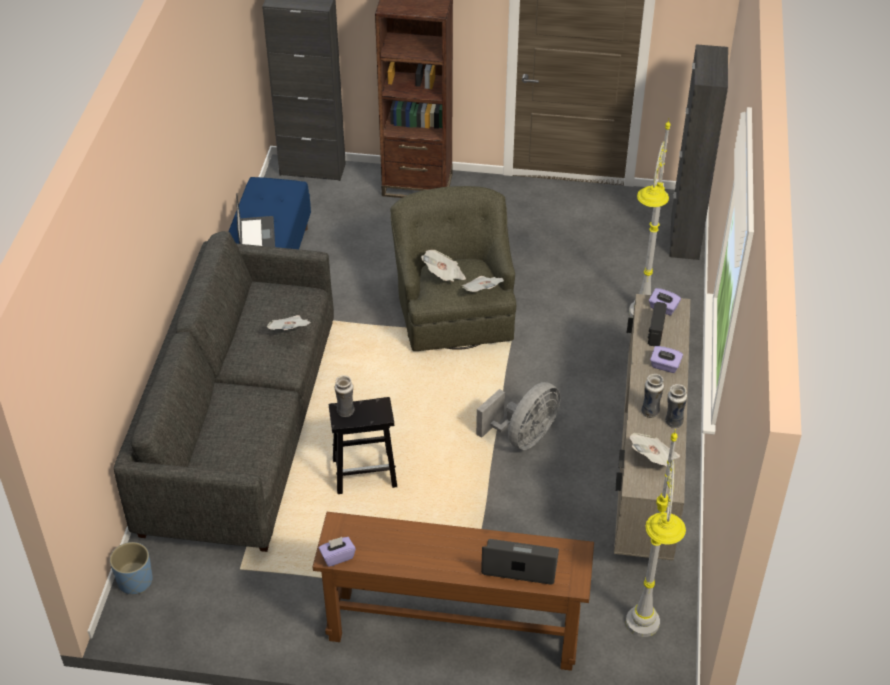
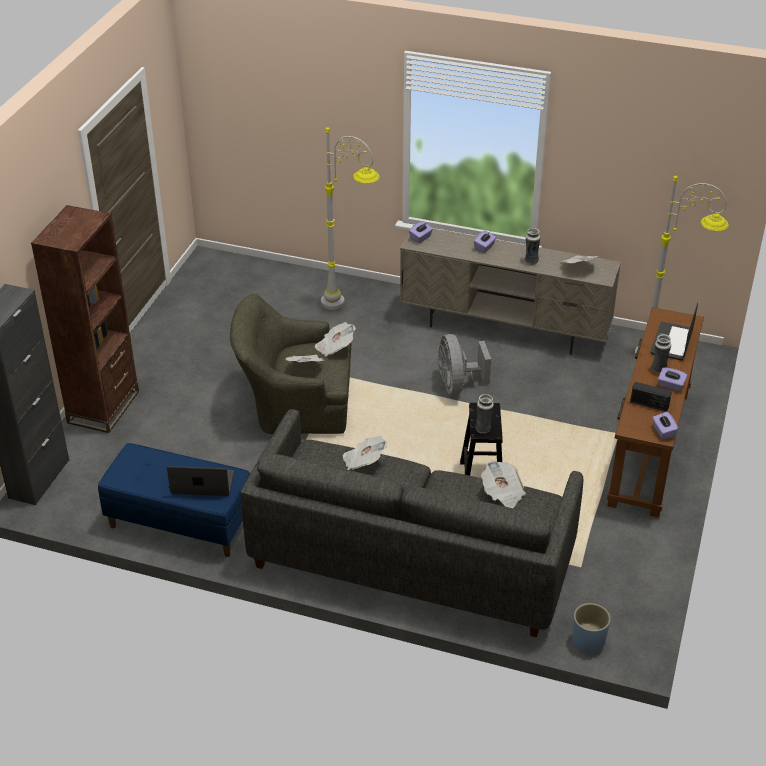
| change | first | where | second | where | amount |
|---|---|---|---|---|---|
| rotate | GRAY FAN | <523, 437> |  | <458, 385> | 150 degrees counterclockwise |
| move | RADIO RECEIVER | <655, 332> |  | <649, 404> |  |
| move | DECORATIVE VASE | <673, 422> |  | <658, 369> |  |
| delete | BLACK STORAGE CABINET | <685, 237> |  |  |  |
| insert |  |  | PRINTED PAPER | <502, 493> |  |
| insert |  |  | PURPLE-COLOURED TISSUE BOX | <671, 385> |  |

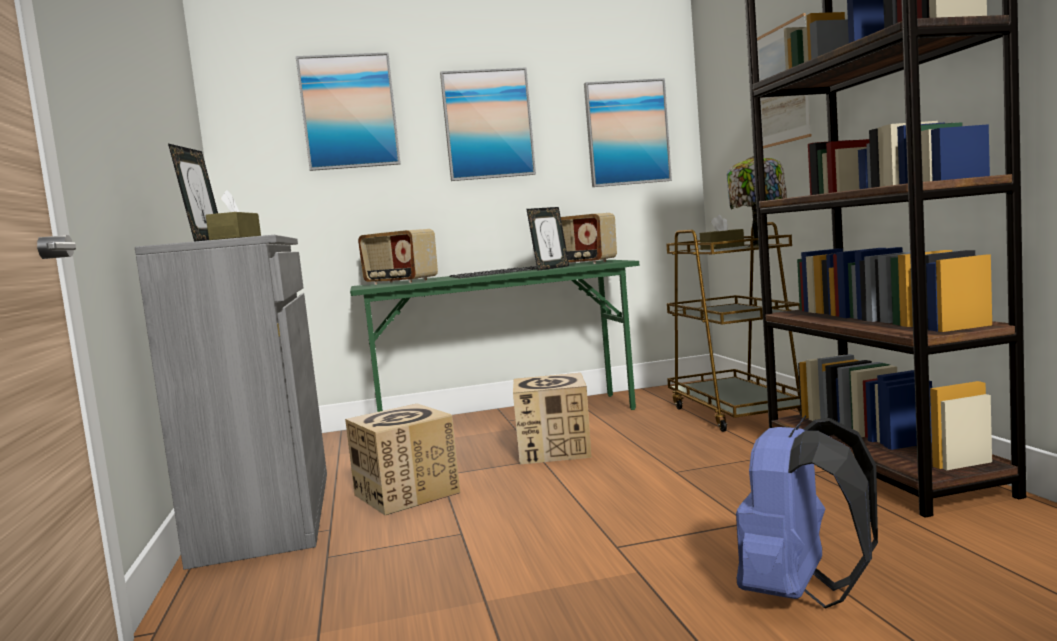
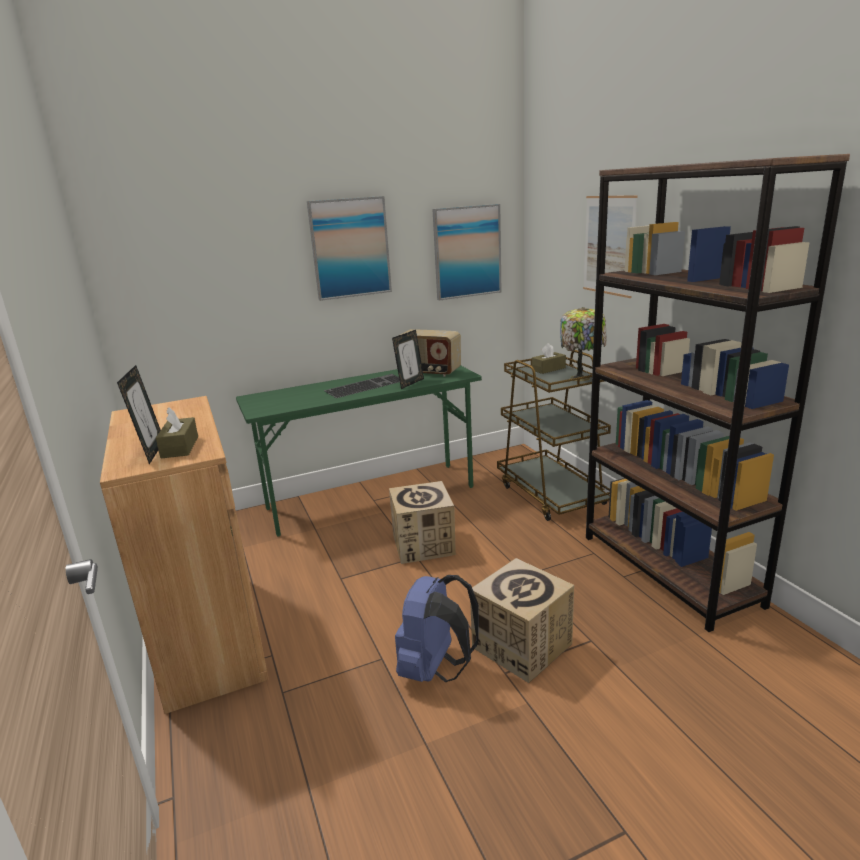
| change | first | where | second | where | amount |
|---|---|---|---|---|---|
| recolor | GRAY STORAGE CABINET | <266, 515> | BROWN STORAGE CABINET | <209, 636> |  |
| delete | PICTURE | <349, 112> |  |  |  |
| move | CARDBOARD BOX | <406, 494> |  | <522, 646> |  |
| delete | RADIO RECEIVER | <400, 282> |  |  |  |
| move | BLUE-COLOURED BACKPACK | <801, 594> |  | <436, 669> |  |

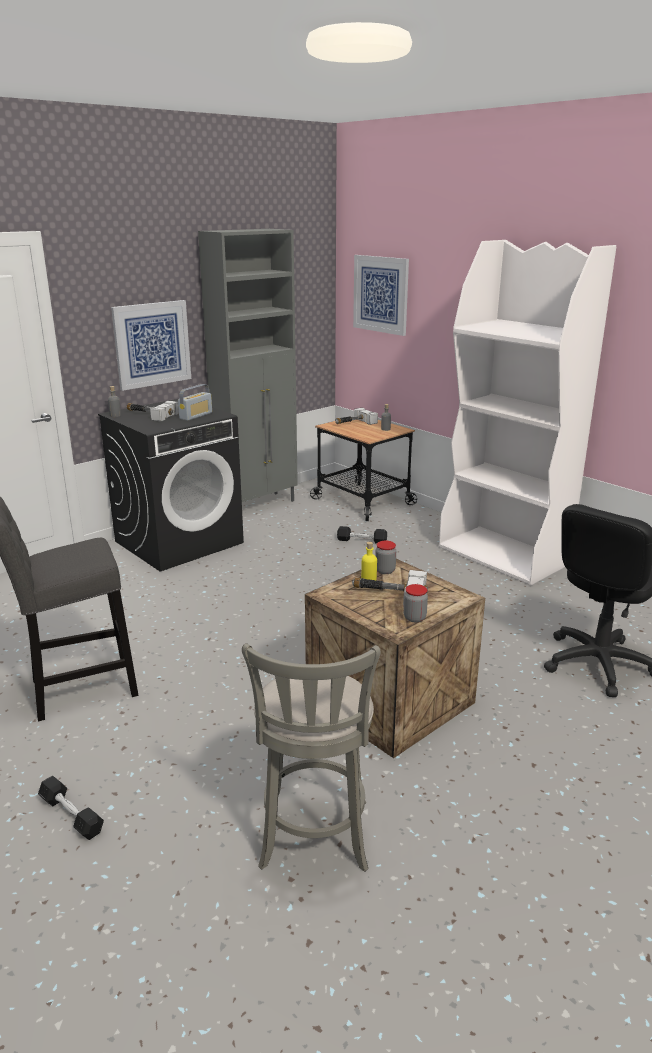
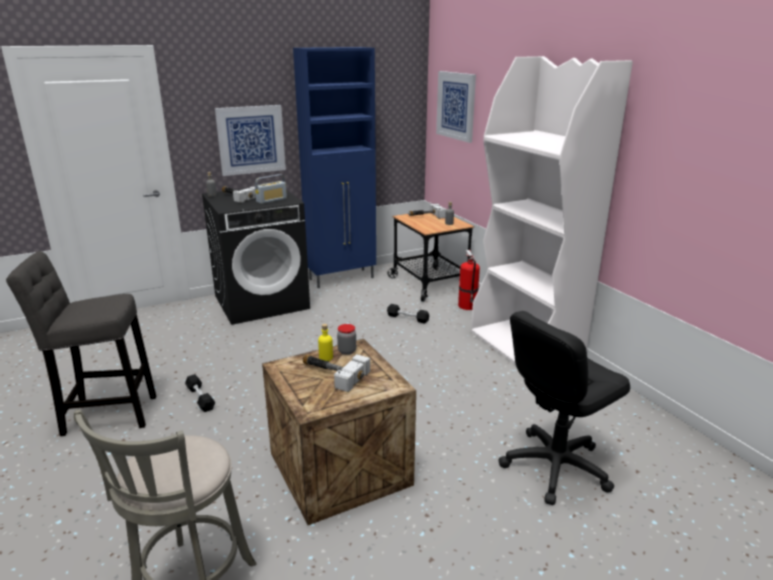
| change | first | where | second | where | amount |
|---|---|---|---|---|---|
| move | BLACK FREE WEIGHT | <71, 815> |  | <200, 398> |  |
| recolor | GRAY STORAGE CABINET | <258, 505> | BLUE-COLOURED STORAGE CABINET | <342, 278> |  |
| delete | PRESERVE JAR | <414, 618> |  |  |  |
| insert |  |  | FIRE-FIGHTING CYLINDER | <468, 306> |  |

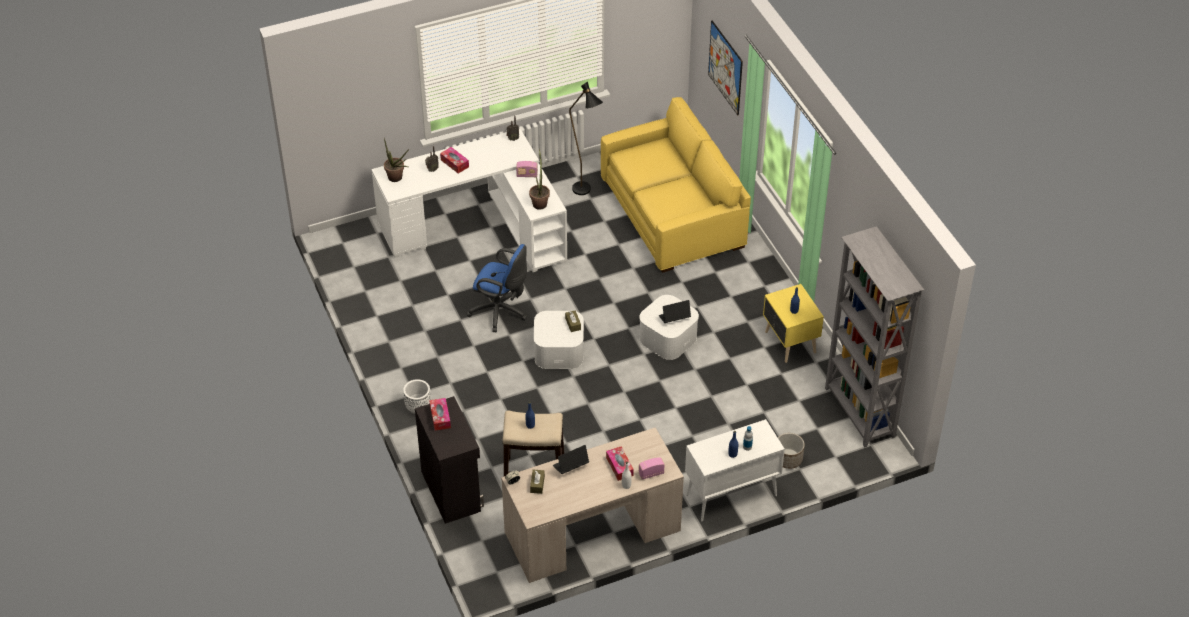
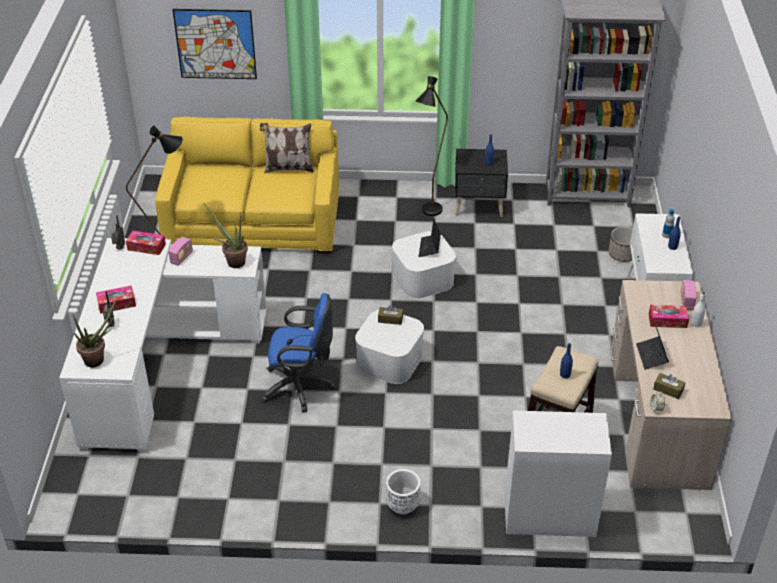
| change | first | where | second | where | amount |
|---|---|---|---|---|---|
| recolor | BLACK STORAGE CABINET | <452, 490> | WHITISH STORAGE CABINET | <548, 514> |  |
| move | TISSUE BOX | <440, 417> |  | <146, 247> |  |
| rotate | BLUE-COLOURED COMPUTER CHAIR | <501, 312> |  | <301, 387> | 45 degrees clockwise |
| recolor | YELLOWISH NIGHT TABLE | <789, 343> | BLACK NIGHT TABLE | <479, 206> |  |
| insert |  |  | CUSHION | <288, 168> |  |
| insert |  |  | BLACK FLOOR LAMP | <429, 214> |  |

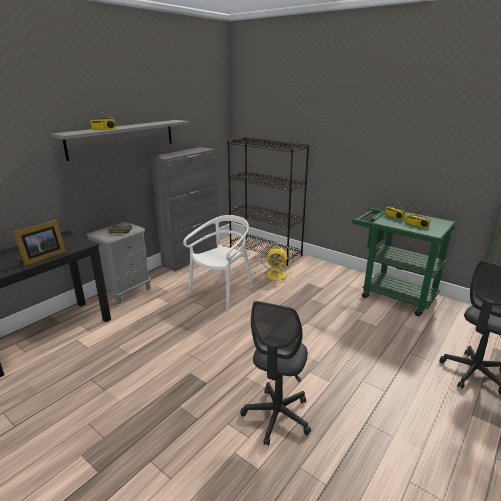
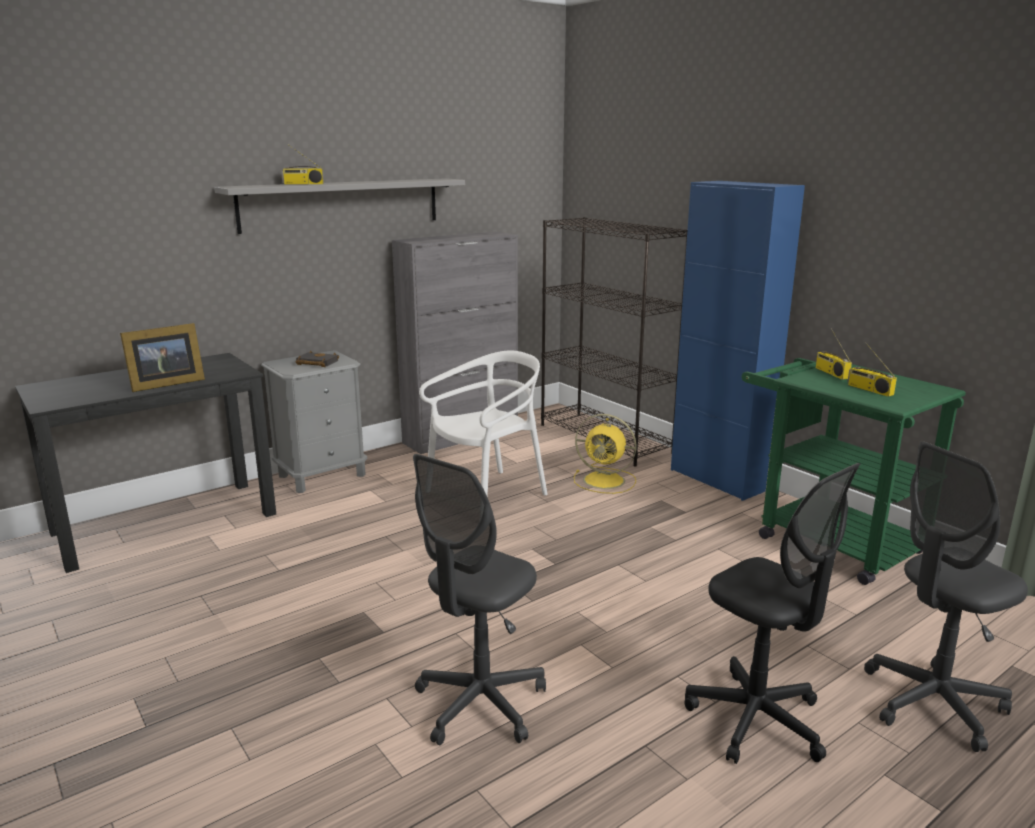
| change | first | where | second | where | amount |
|---|---|---|---|---|---|
| insert |  |  | BLUE-COLOURED STORAGE CABINET | <718, 479> |  |
| insert |  |  | BLACK COMPUTER CHAIR | <756, 720> |  |

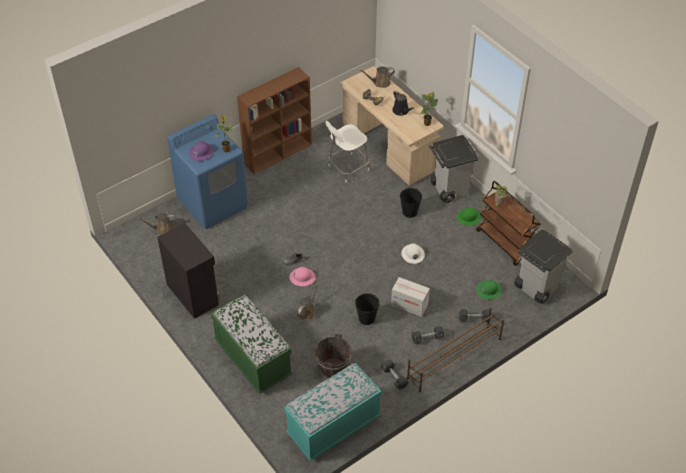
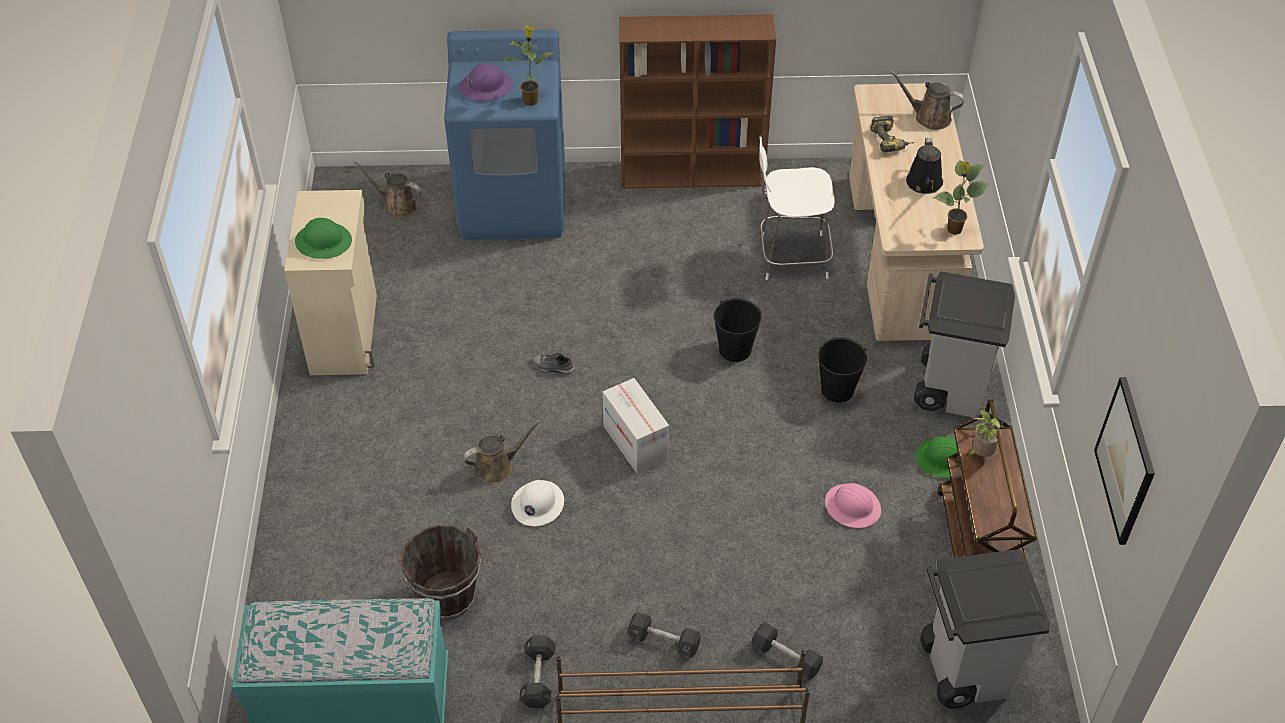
| change | first | where | second | where | amount |
|---|---|---|---|---|---|
| recolor | BLACK STORAGE CABINET | <193, 294> | BEIGE-COLOURED STORAGE CABINET | <346, 333> |  |
| delete | GREENISH LONG SEAT | <253, 359> |  |  |  |
| move | PINKISH SAFETY HELMET | <302, 277> |  | <852, 506> |  |
| move | BLACK PAIL | <366, 318> |  | <735, 349> |  |
| move | CARDBOARD BOX | <409, 304> |  | <635, 442> |  |
| move | WHITISH SAFETY HELMET | <412, 254> |  | <537, 504> |  |
| move | GREENISH SAFETY HELMET | <488, 290> |  | <323, 241> |  |
| insert |  |  | PICTURE | <1126, 461> |  |

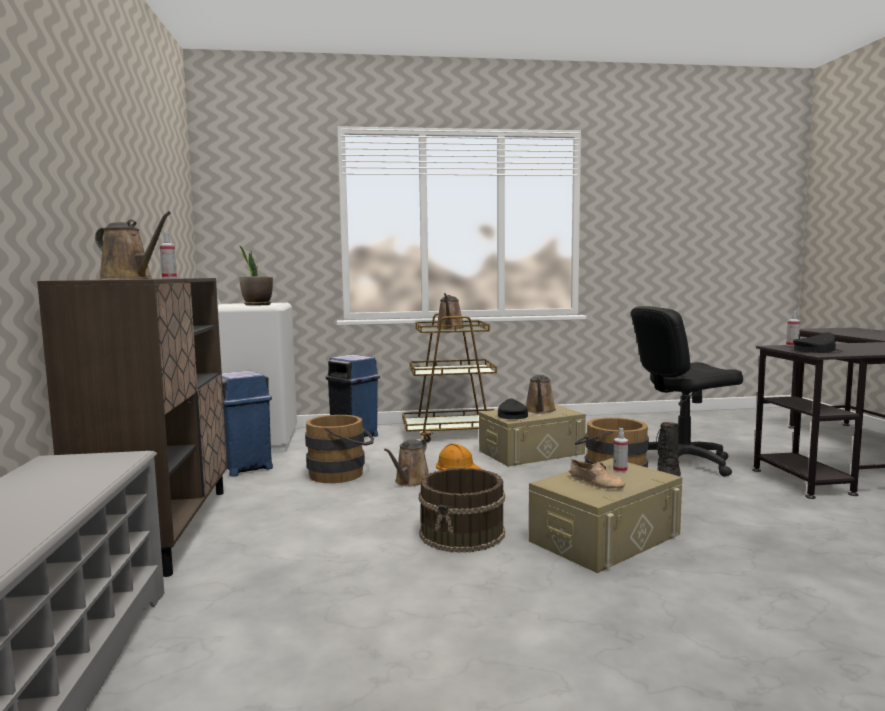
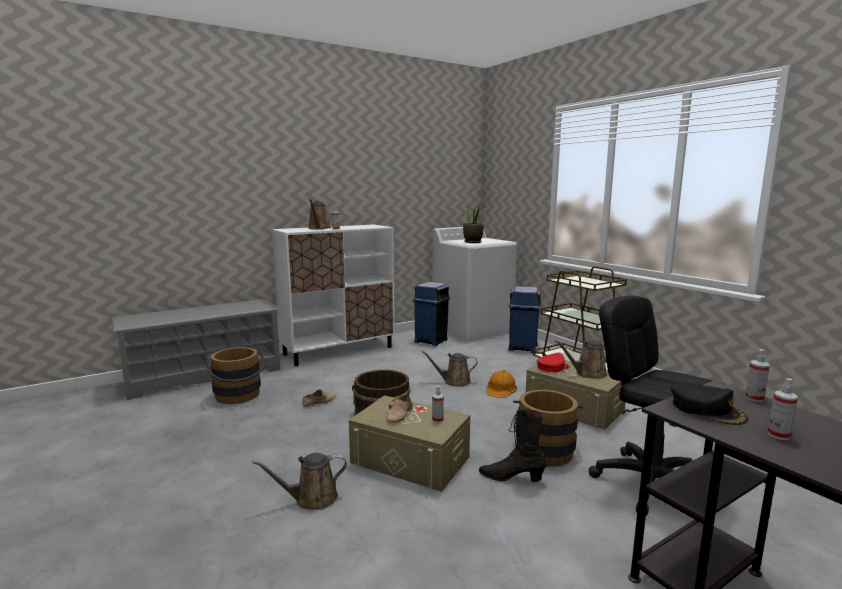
| change | first | where | second | where | amount |
|---|---|---|---|---|---|
| recolor | BROWN STORAGE CABINET | <162, 529> | WHITISH STORAGE CABINET | <339, 351> |  |
| move | BROWN PAIL | <342, 474> |  | <238, 396> |  |
| move | BROWN WATERING POT | <449, 328> |  | <312, 499> |  |
| recolor | BLACK CAP | <511, 415> | RED-COLOURED CAP | <552, 367> |  |
| insert |  |  | BEIGE-COLOURED ITEM OF FOOTWEAR | <318, 402> |  |
| insert |  |  | SPRAY BOTTLE | <778, 435> |  |

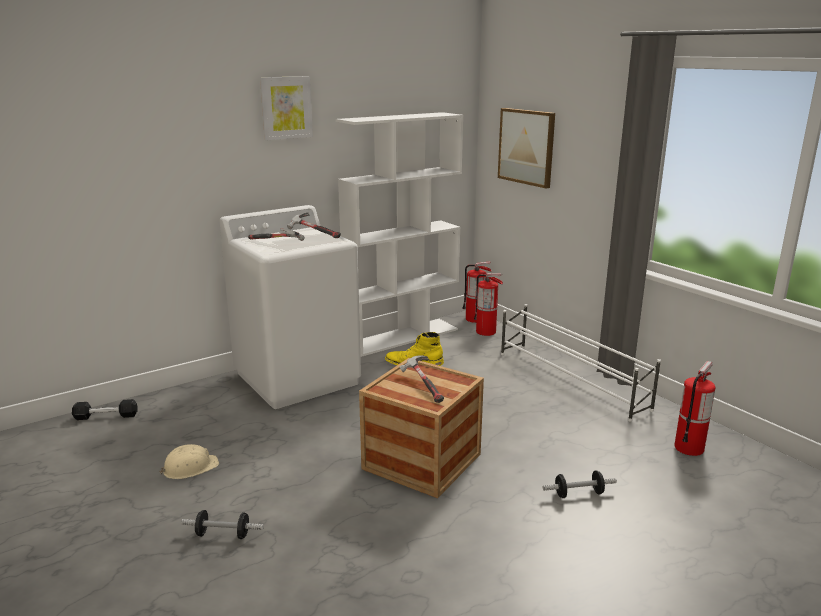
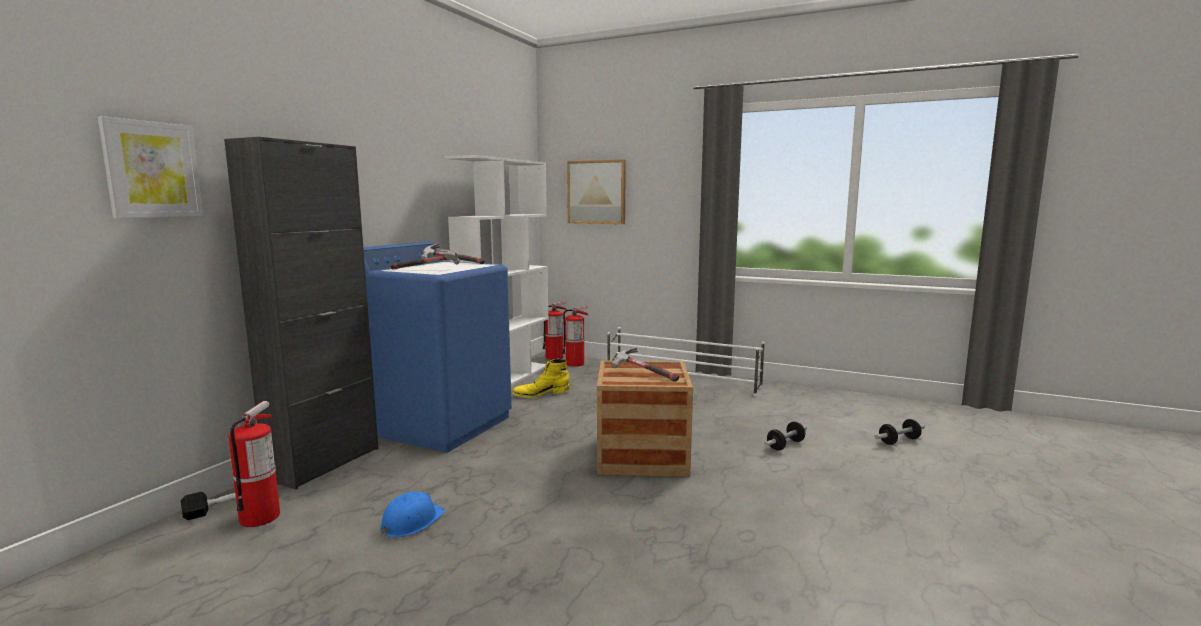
| change | first | where | second | where | amount |
|---|---|---|---|---|---|
| recolor | BEIGE-COLOURED SAFETY HELMET | <190, 468> | BLUE-COLOURED SAFETY HELMET | <411, 522> |  |
| move | FREE WEIGHT | <223, 534> |  | <899, 441> |  |
| recolor | WHITISH LAUNDRY MACHINE | <298, 378> | BLUE-COLOURED LAUNDRY MACHINE | <440, 424> |  |
| move | PICTURE | <286, 108> |  | <152, 170> |  |
| move | FIRE-FIGHTING CYLINDER | <689, 448> |  | <260, 517> |  |
| insert |  |  | BLACK STORAGE CABINET | <324, 463> |  |

